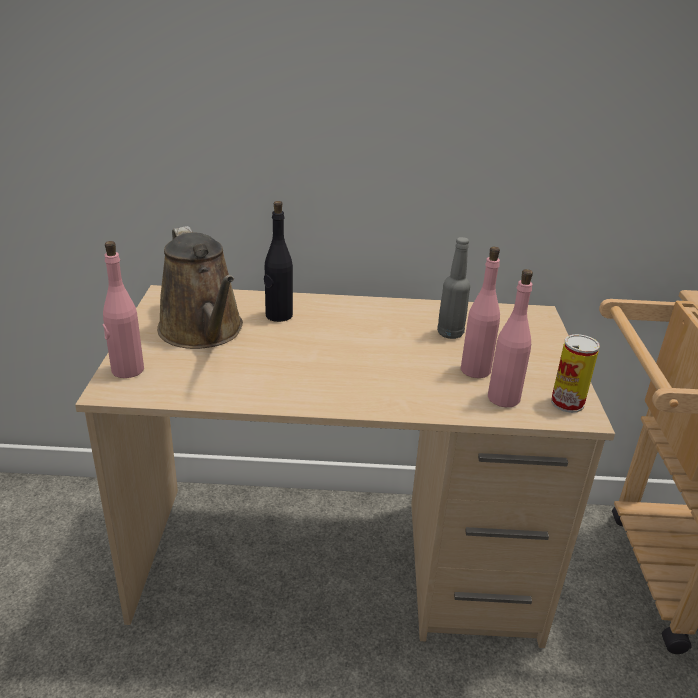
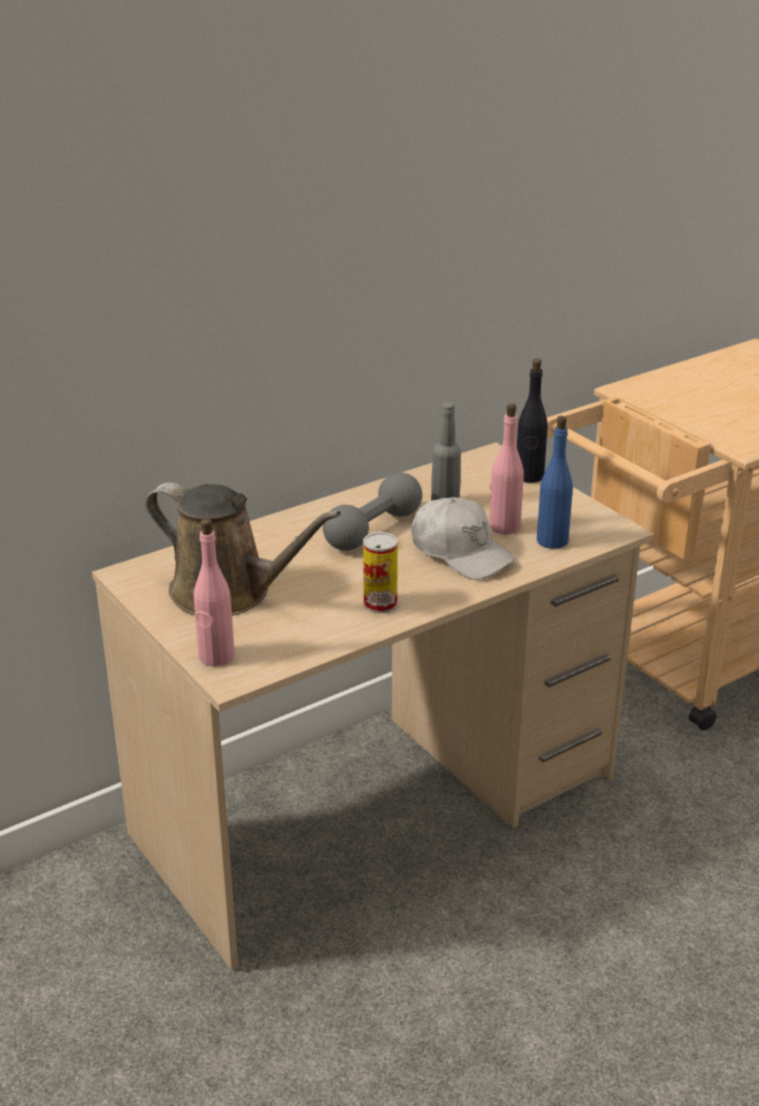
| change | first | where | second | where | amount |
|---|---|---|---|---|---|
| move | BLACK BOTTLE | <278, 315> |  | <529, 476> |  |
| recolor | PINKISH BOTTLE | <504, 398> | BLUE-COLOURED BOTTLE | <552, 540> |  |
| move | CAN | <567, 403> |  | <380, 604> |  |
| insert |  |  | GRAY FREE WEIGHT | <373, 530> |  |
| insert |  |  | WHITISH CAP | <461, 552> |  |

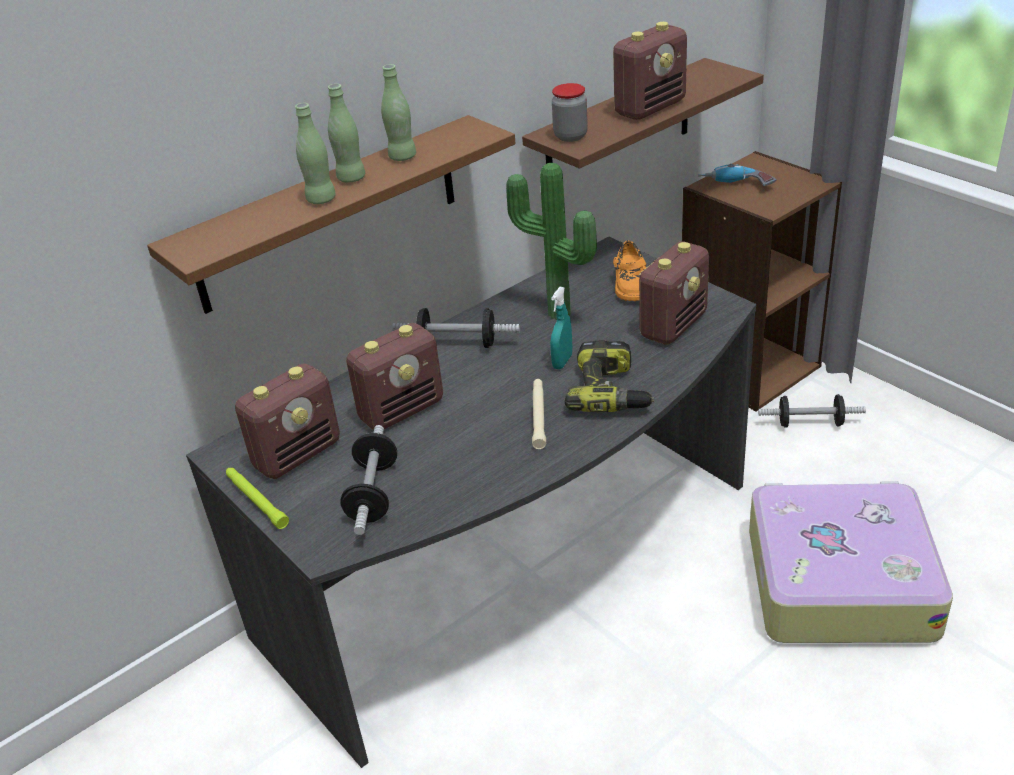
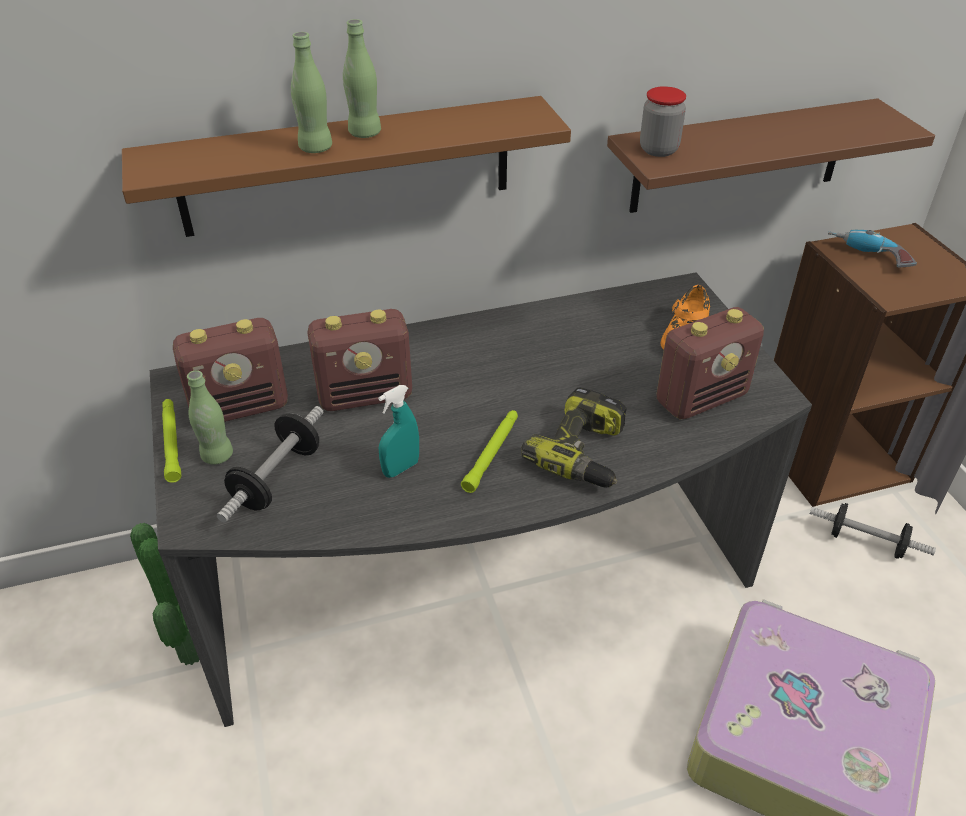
| change | first | where | second | where | amount |
|---|---|---|---|---|---|
| move | GREENISH BOTTLE | <402, 157> |  | <217, 456> |  |
| delete | FREE WEIGHT | <457, 344> |  |  |  |
| move | HOUSEPLANT | <557, 316> |  | <186, 657> |  |
| recolor | BEIGE-COLOURED TORCH | <538, 416> | GREENISH TORCH | <492, 453> |  |
| move | TURQUOISE SPRAY BOTTLE | <562, 362> |  | <401, 468> |  |
| delete | RADIO RECEIVER | <650, 108> |  |  |  |

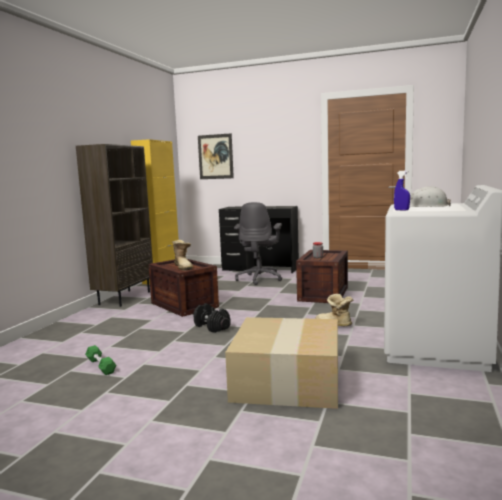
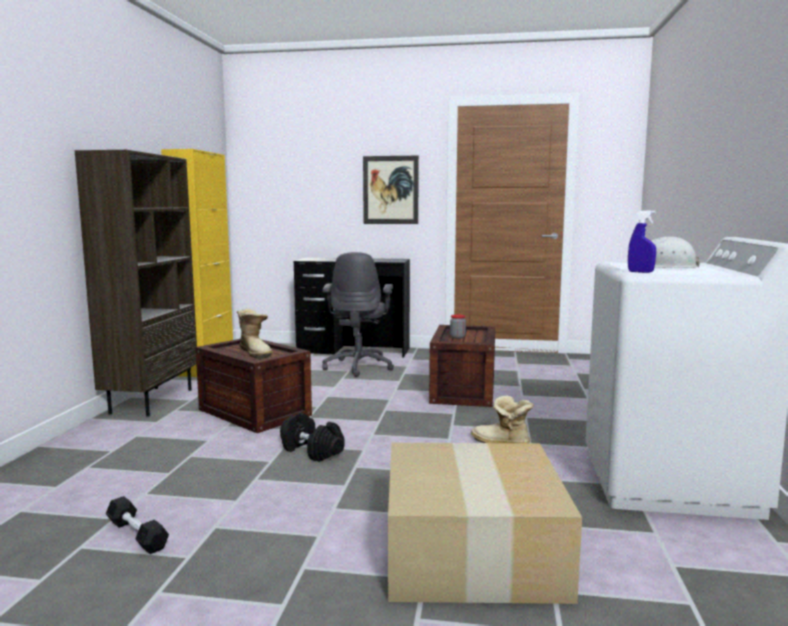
| change | first | where | second | where | amount |
|---|---|---|---|---|---|
| recolor | GREENISH FREE WEIGHT | <100, 366> | BLACK FREE WEIGHT | <136, 535> |  |
| move | PICTURE | <215, 156> |  | <390, 190> |  |

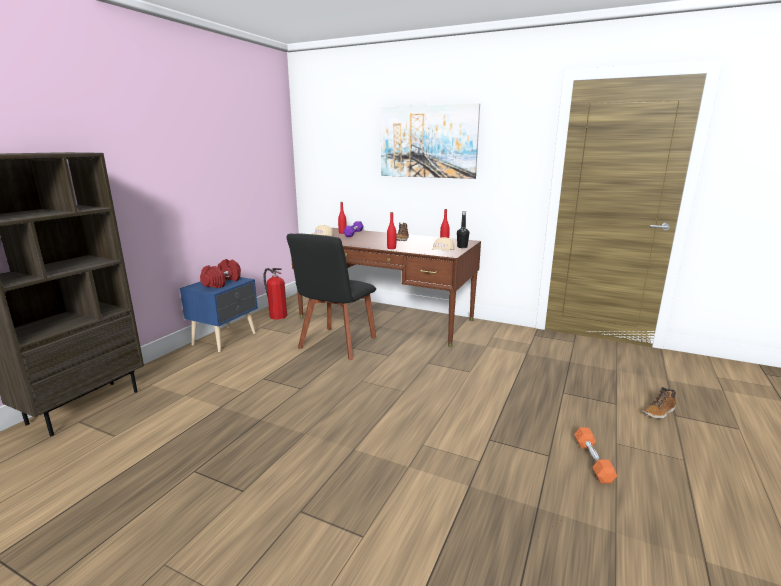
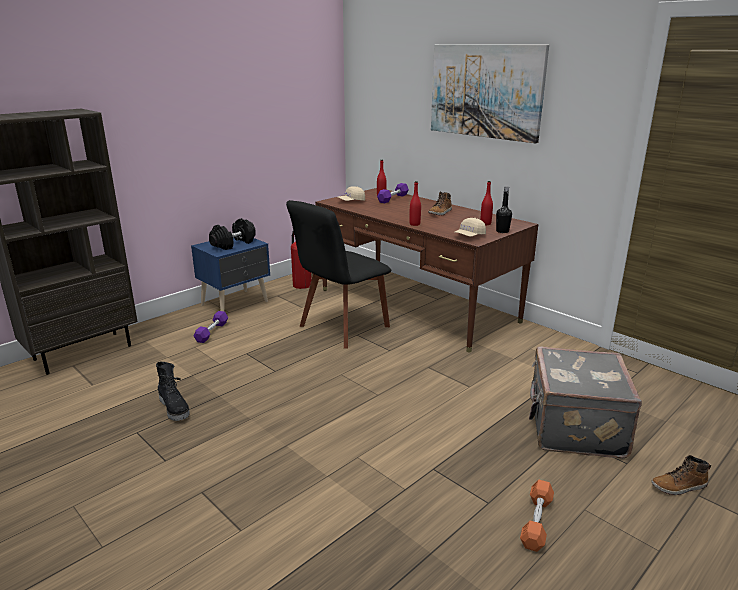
| change | first | where | second | where | amount |
|---|---|---|---|---|---|
| recolor | RED-COLOURED FREE WEIGHT | <222, 283> | BLACK FREE WEIGHT | <233, 244> |  |
| insert |  |  | BLACK TALL BOOT | <175, 408> |  |
| insert |  |  | PURPLE-COLOURED FREE WEIGHT | <212, 332> |  |
| insert |  |  | GRAY TRAVEL CASE | <573, 427> |  |

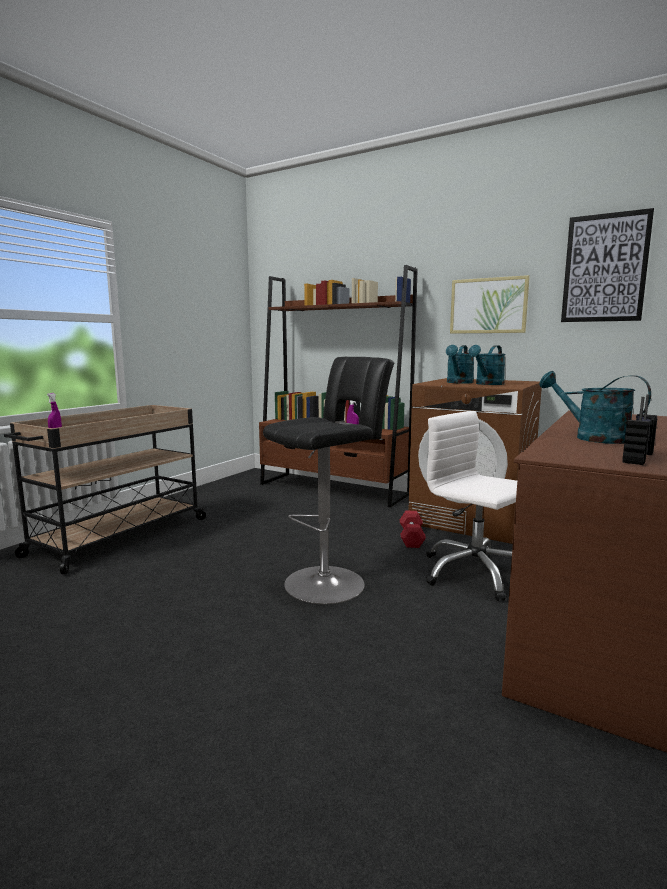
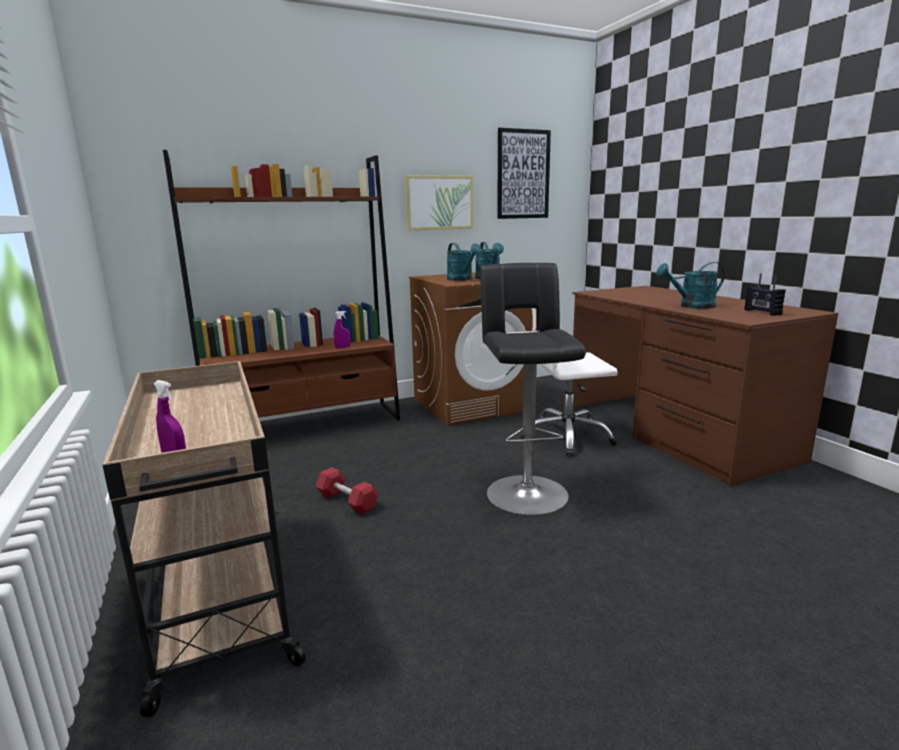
| change | first | where | second | where | amount |
|---|---|---|---|---|---|
| move | RED-COLOURED FREE WEIGHT | <411, 538> |  | <347, 501> |  |

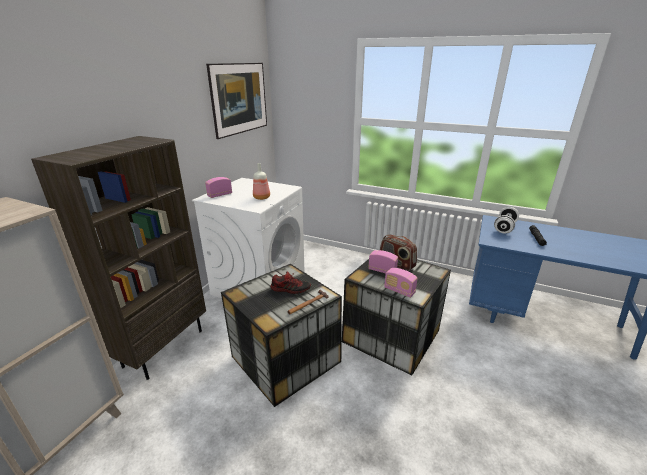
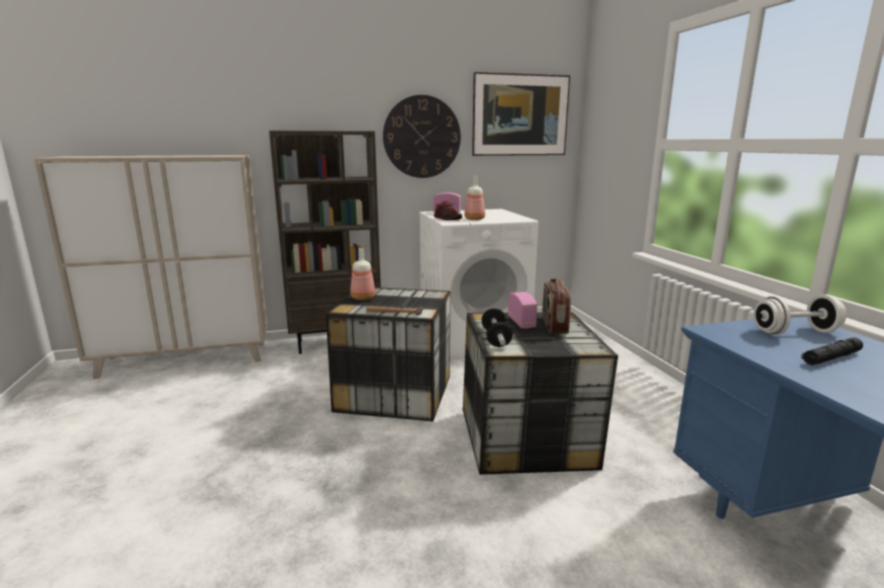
| change | first | where | second | where | amount |
|---|---|---|---|---|---|
| move | ITEM OF FOOTWEAR | <290, 289> |  | <448, 219> |  |
| replace | RADIO RECEIVER | <399, 291> | FREE WEIGHT | <496, 338> |  |
| insert |  |  | BOTTLE | <362, 298> |  |
| insert |  |  | CLOCK ON THE WALL | <422, 137> |  |

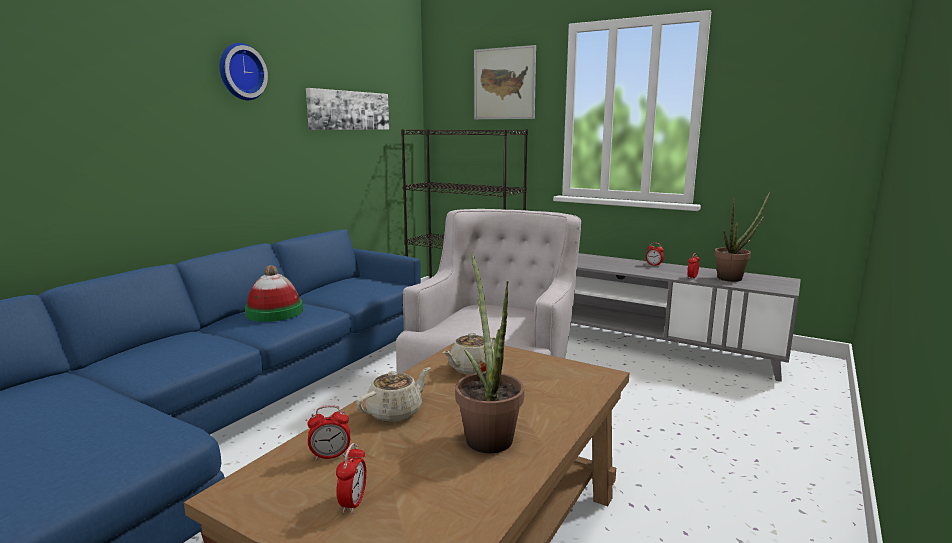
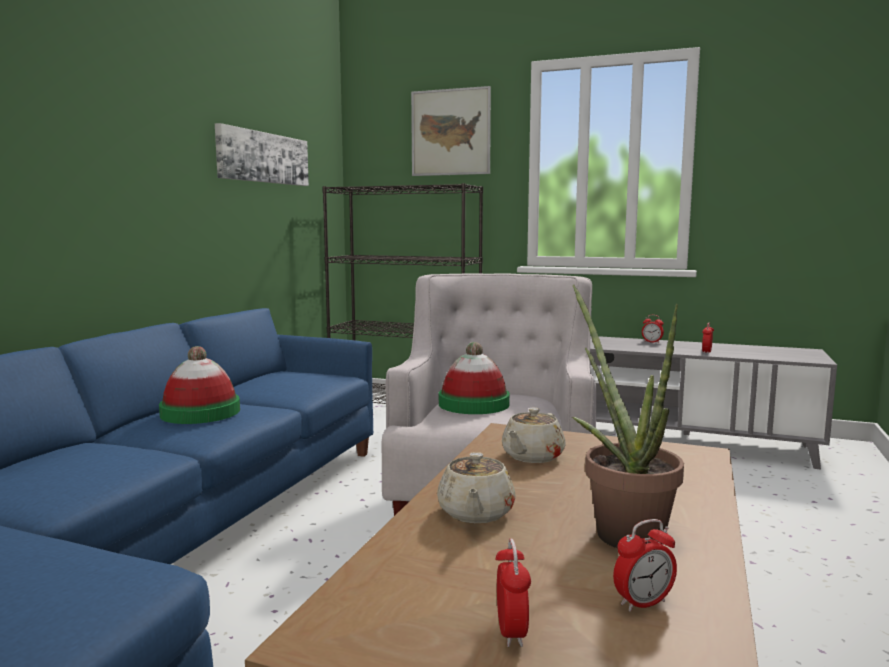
| change | first | where | second | where | amount |
|---|---|---|---|---|---|
| delete | CLOCK ON THE WALL | <240, 72> |  |  |  |
| move | ALARM CLOCK | <330, 456> |  | <643, 603> |  |
| rotate | BEIGE-COLOURED TEA POT | <395, 412> |  | <475, 513> | 150 degrees clockwise |
| delete | HOUSEPLANT | <733, 278> |  |  |  |
| insert |  |  | WEARABLE HAT | <473, 404> |  |

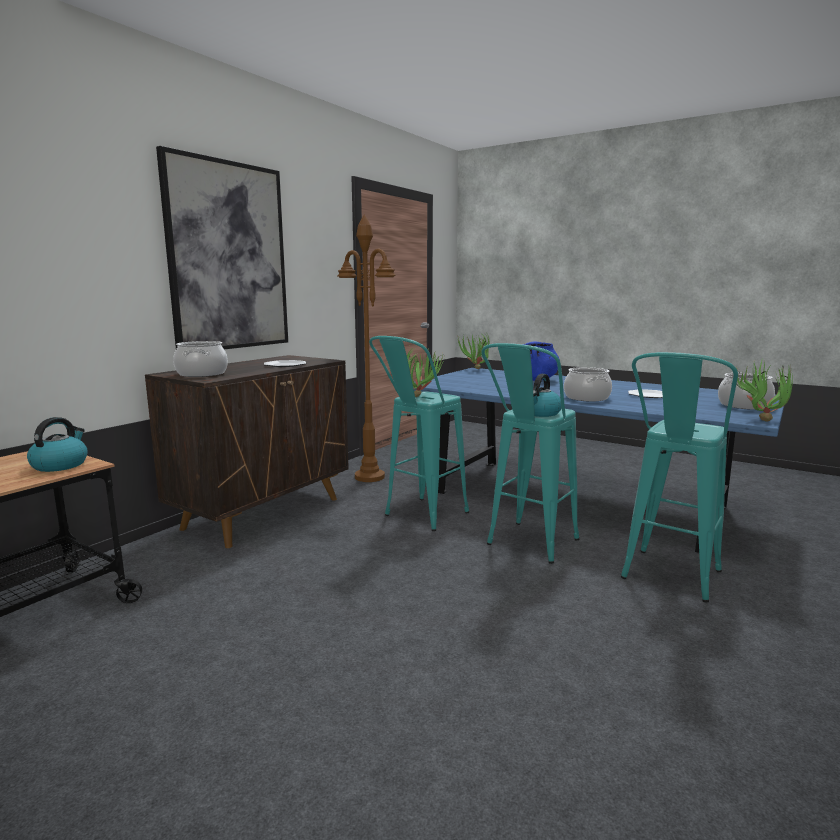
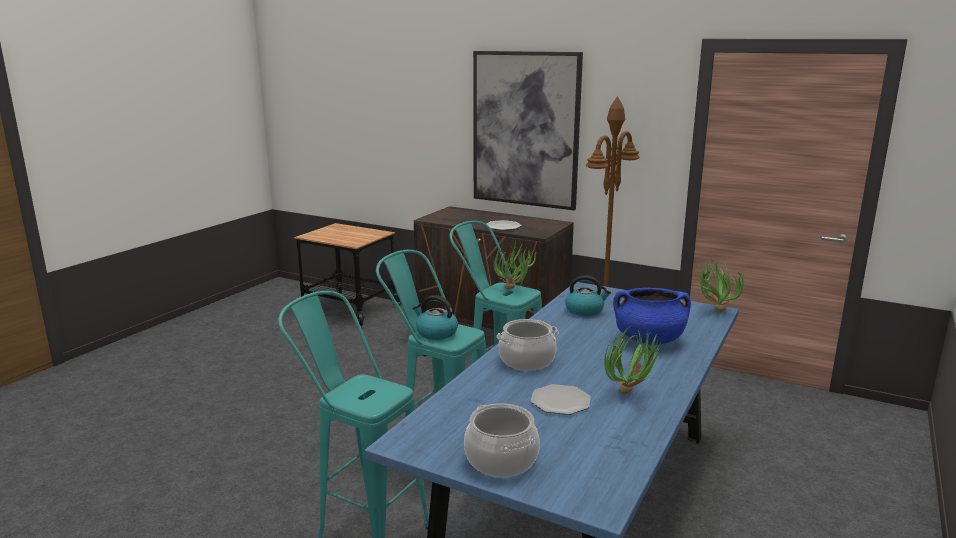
| change | first | where | second | where | amount |
|---|---|---|---|---|---|
| move | TEA KETTLE | <60, 465> |  | <585, 310> |  |
| delete | SAUCEPOT | <201, 374> |  |  |  |
| move | HOUSEPLANT | <760, 419> |  | <632, 393> |  |

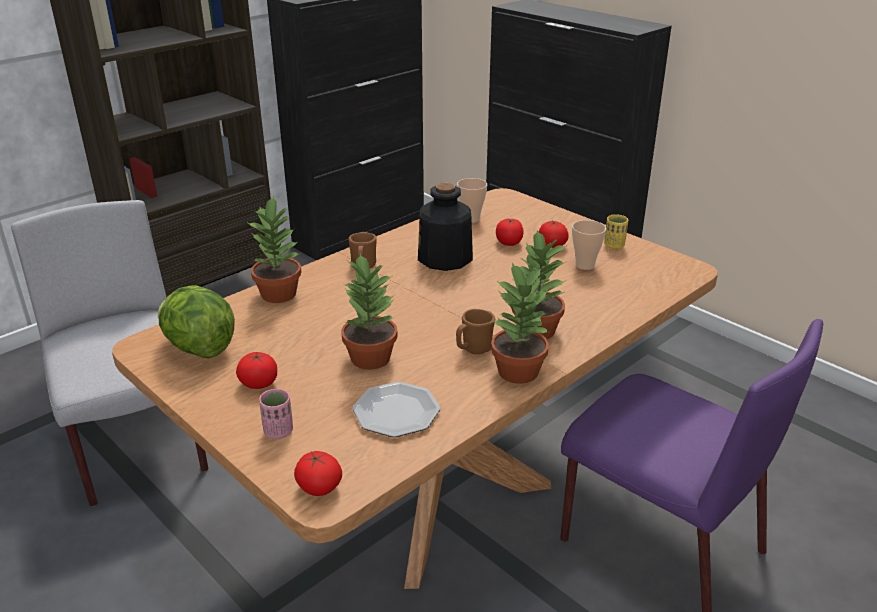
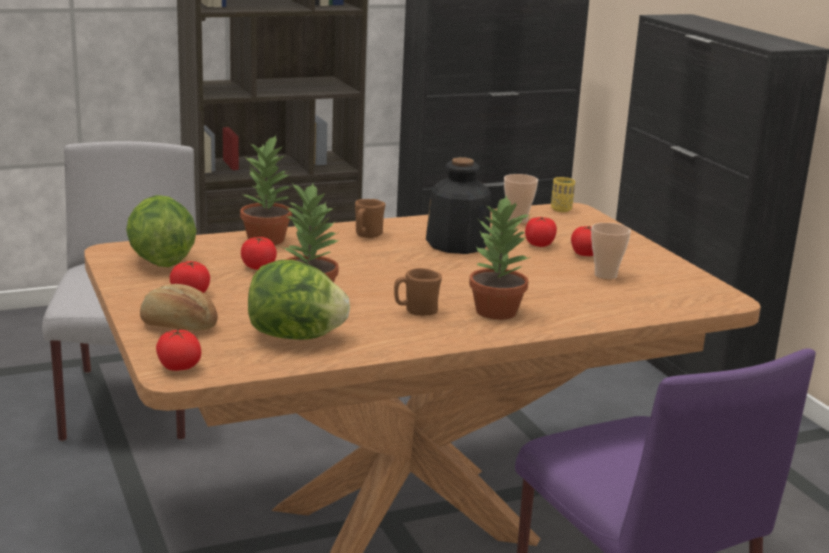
| change | first | where | second | where | amount |
|---|---|---|---|---|---|
| replace | PINKISH DRINKING CUP | <278, 431> | BAKERY BREAD | <178, 326> |  |
| replace | DINNER PLATE | <395, 412> | HEAD OF LETTUCE | <295, 336> |  |
| delete | HOUSEPLANT | <518, 371> |  |  |  |
| move | YELLOWISH DRINKING CUP | <614, 245> |  | <561, 209> |  |
| insert |  |  | FRESH TOMATO | <259, 267> |  |

